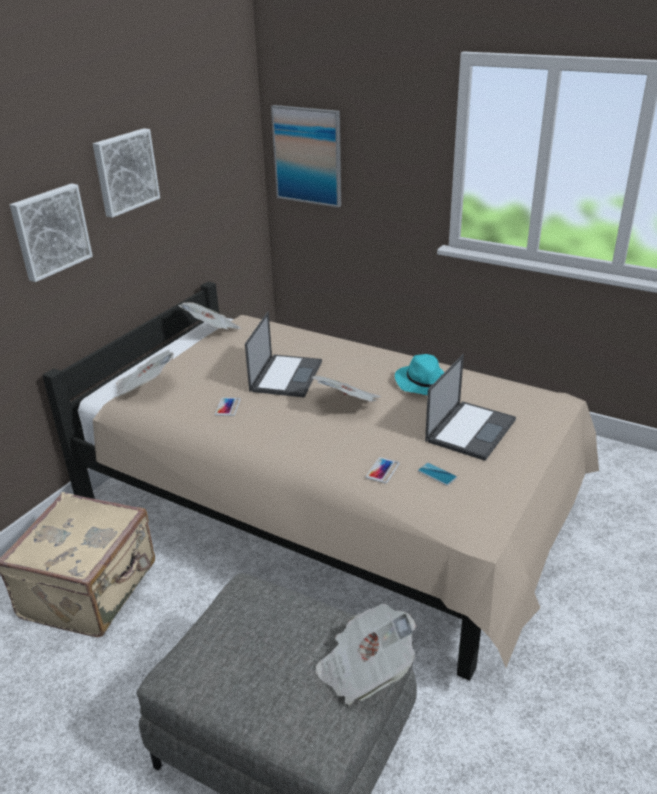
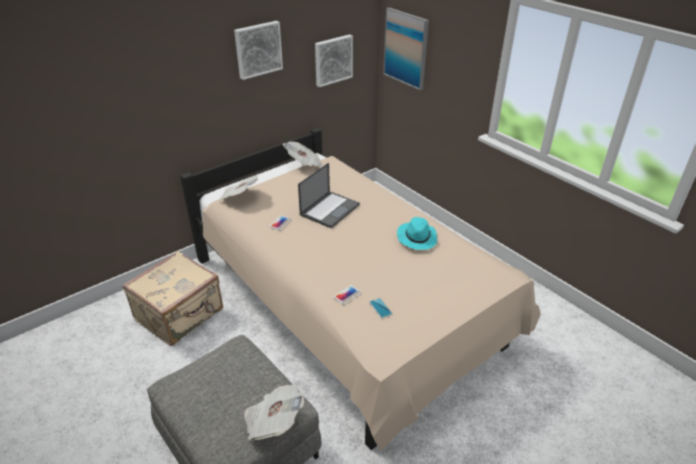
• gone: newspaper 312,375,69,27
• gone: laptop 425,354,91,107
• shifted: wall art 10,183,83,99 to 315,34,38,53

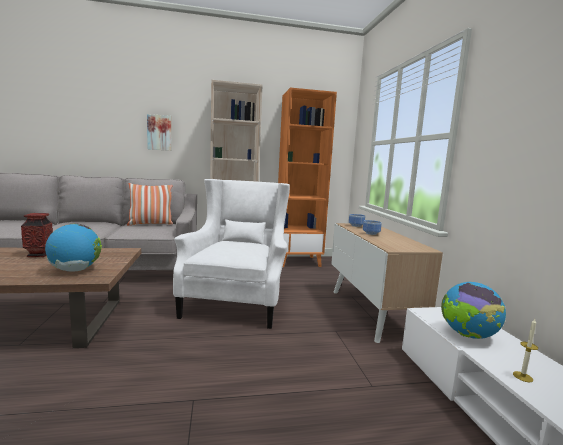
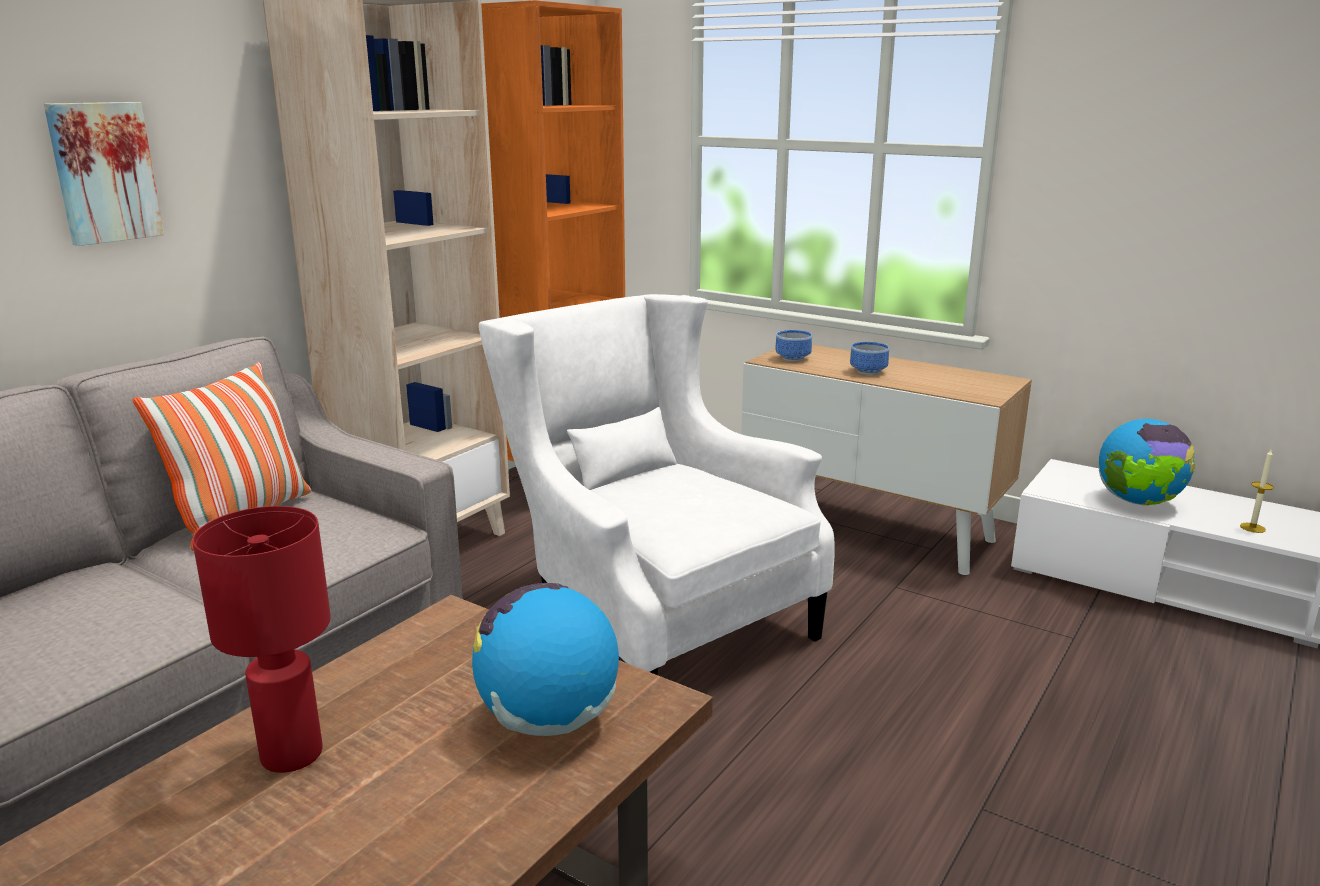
• swapped: vase 21,213,32,44 to table lamp (red-coloured) 192,506,139,267

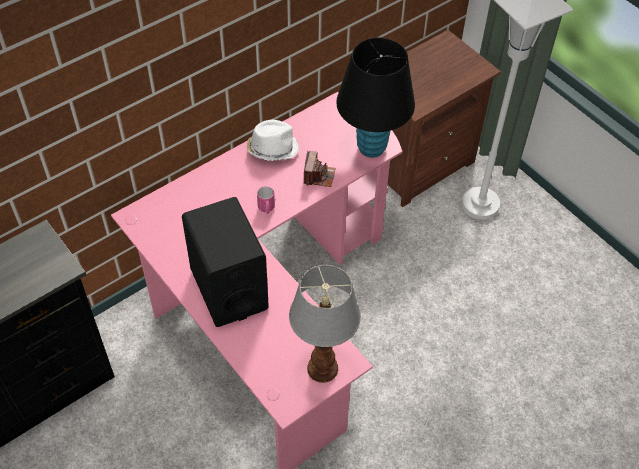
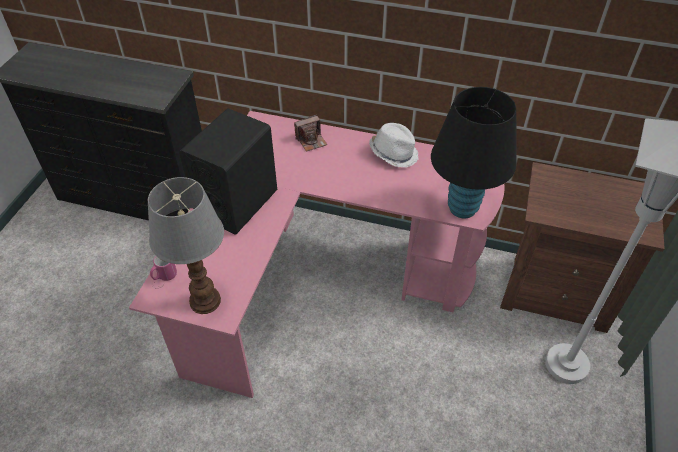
• shifted: tea mug (pink-coloured) 257,186,18,28 to 150,256,27,25
• shifted: still camera 304,151,31,36 to 294,115,33,37

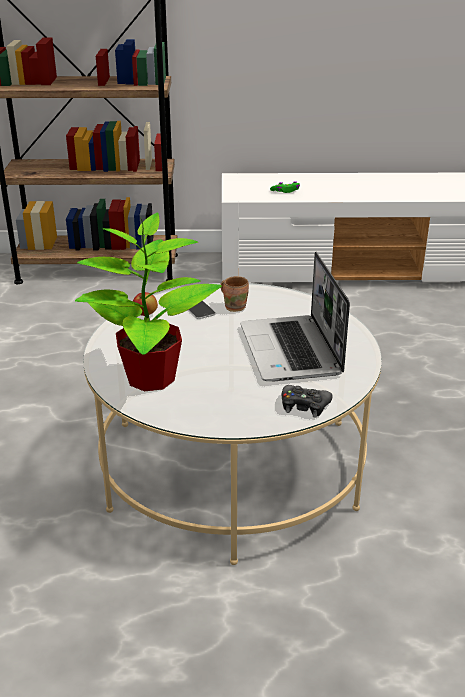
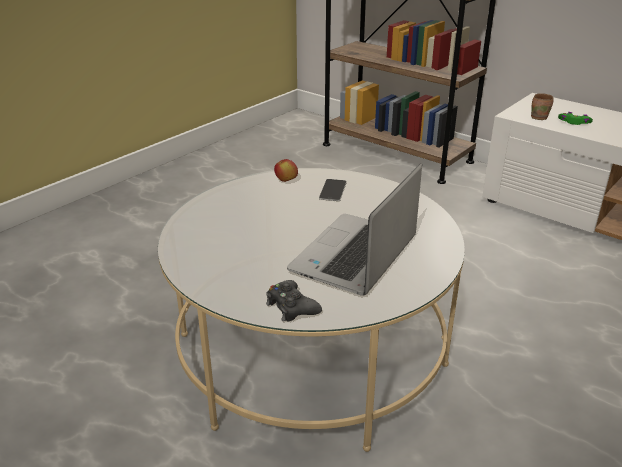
• gone: houseplant 75,213,147,178
• shifted: tea mug (brown) 220,276,29,36 to 531,93,23,27

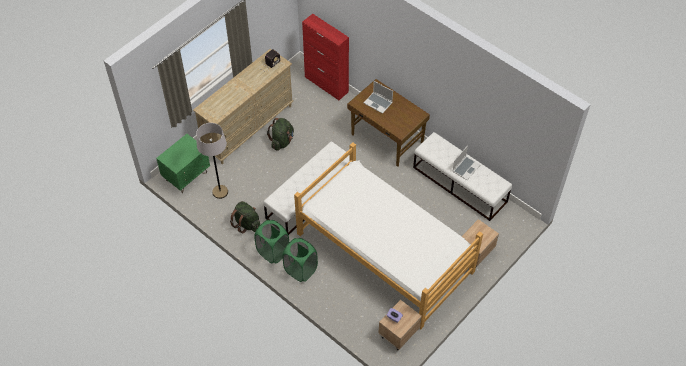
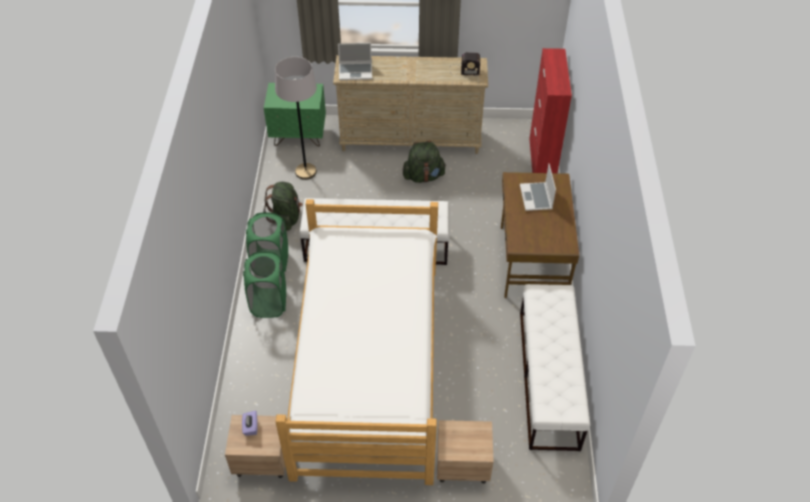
• shifted: laptop 452,146,28,34 to 338,43,34,37

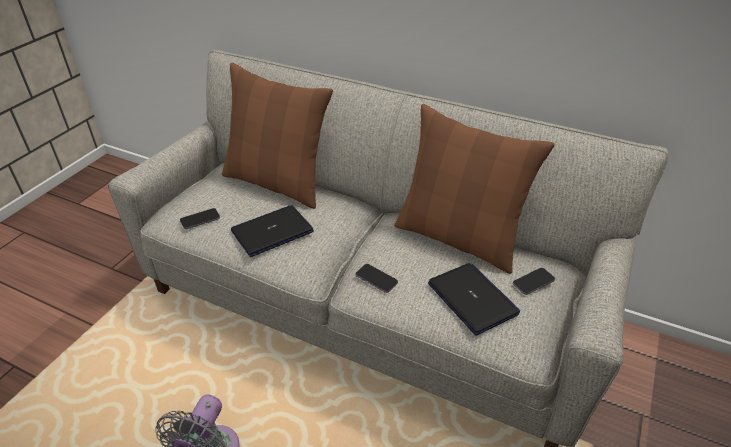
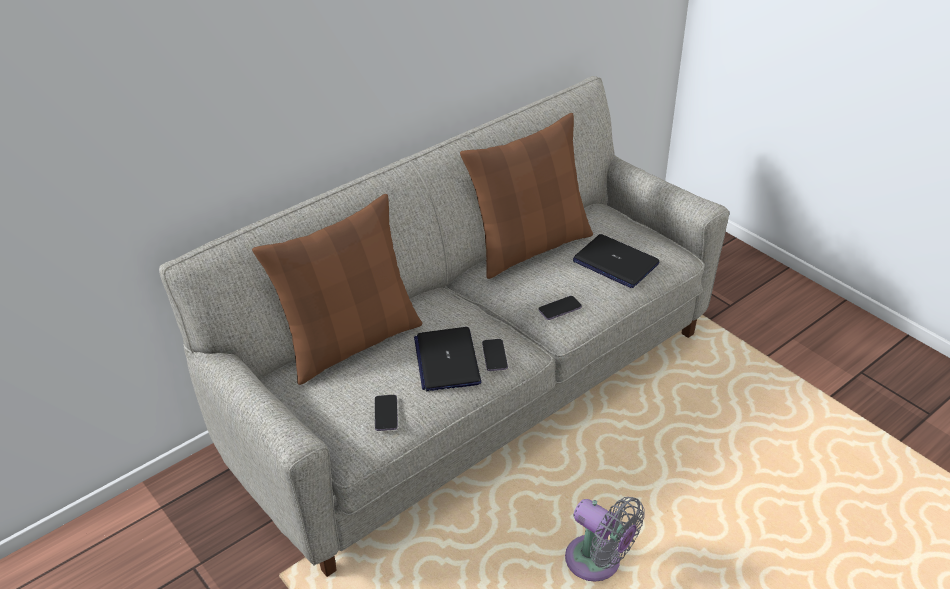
• shifted: telephone 513,268,42,27 to 482,339,26,32
• rotated: laptop 428,263,92,72 = 573,234,86,54 135 degrees counterclockwise

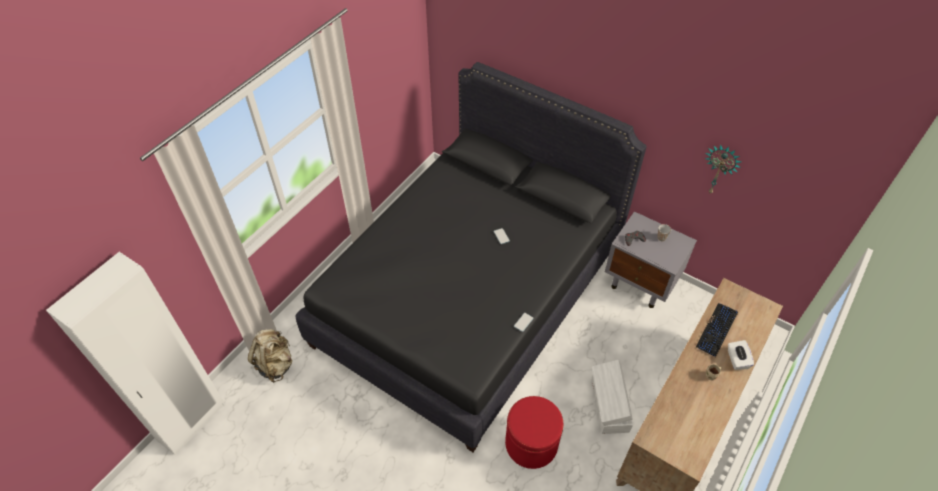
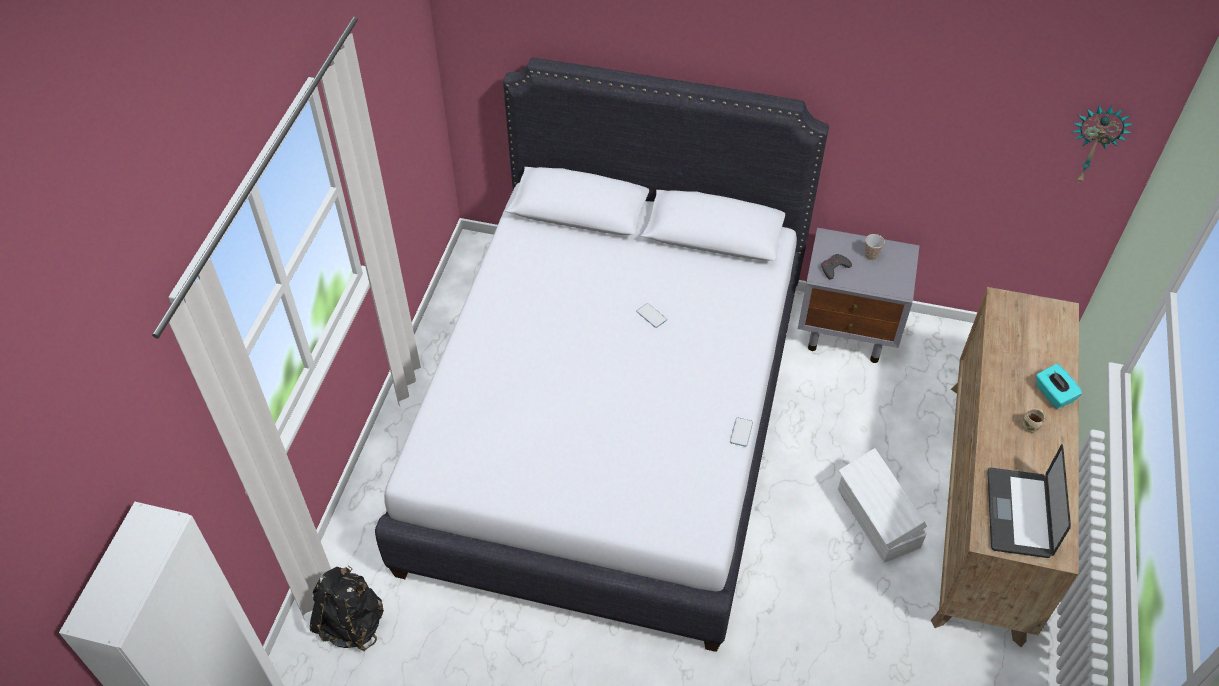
• gone: footrest (red-coloured) 505,396,58,73
• gone: PC keyboard 696,303,42,54
• new: laptop 988,444,83,114
• shifted: wall clock 704,144,37,49 to 1072,106,61,76
• repainted: rucksack (sand-coloured) 248,329,44,54 to rucksack (black-coloured) 310,565,74,86
• repainted: sleeping bed (black-coloured) 296,62,351,390 to sleeping bed (white) 375,58,454,594
• repainted: tissue box (white) 728,340,26,30 to tissue box (turquoise) 1036,364,46,45

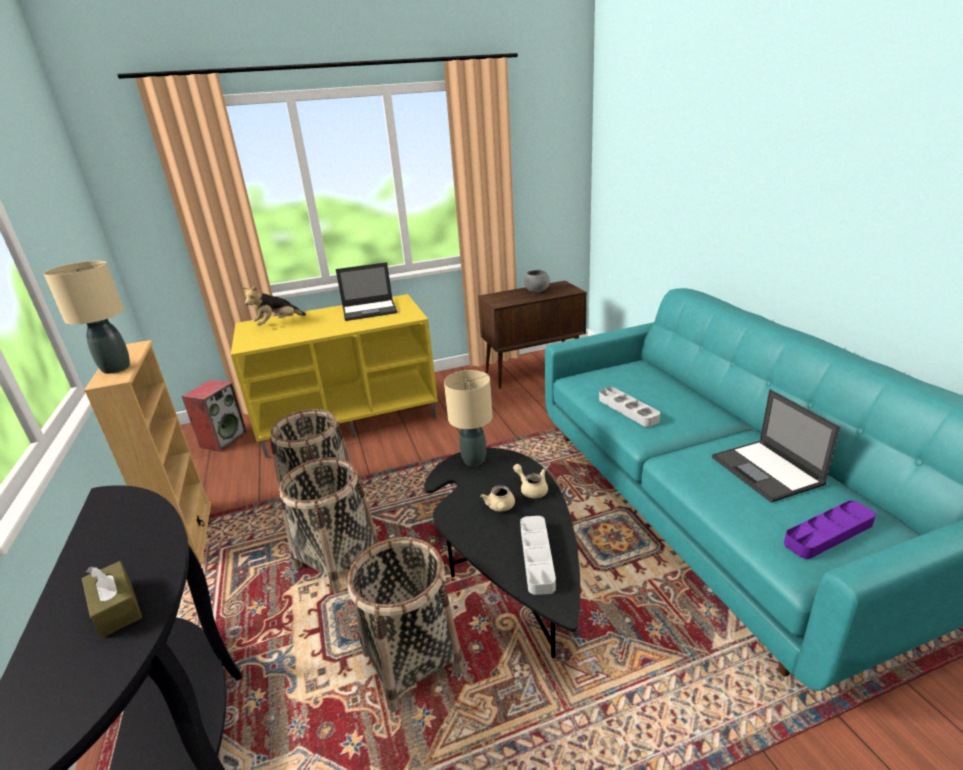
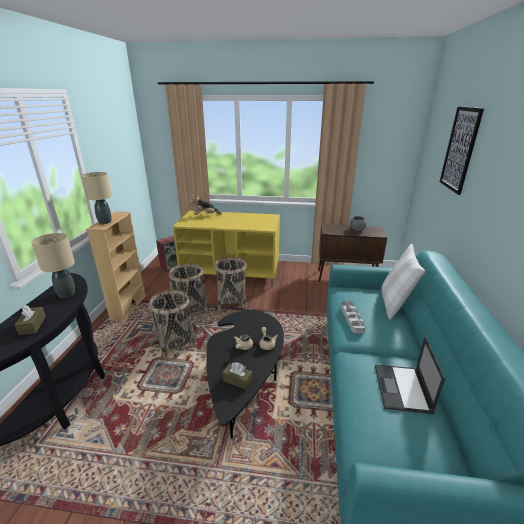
• gone: laptop 336,262,62,59
• gone: tray (purple) 784,501,92,58
• new: cushion (white) 381,244,44,75
• new: wall art 440,106,44,89
• shifted: storage basket 347,537,117,175 to 214,257,33,53
• shifted: table lamp (sand-coloured) 444,370,49,96 to 31,233,44,65
• swapped: tray (grey) 520,516,36,79 to tissue box (brown) 222,362,31,28

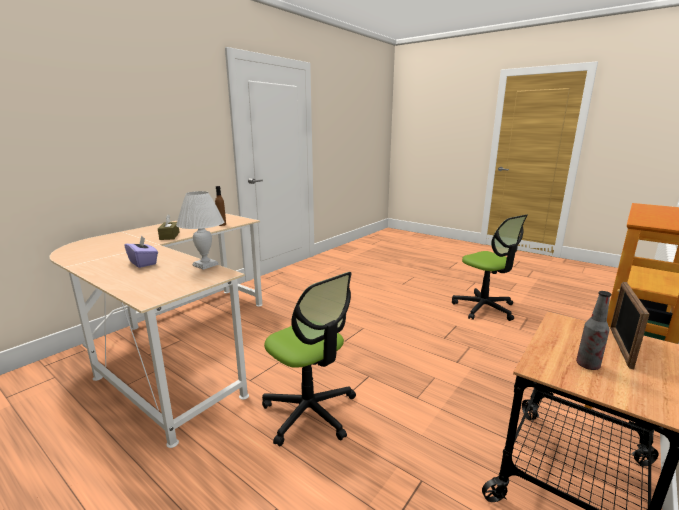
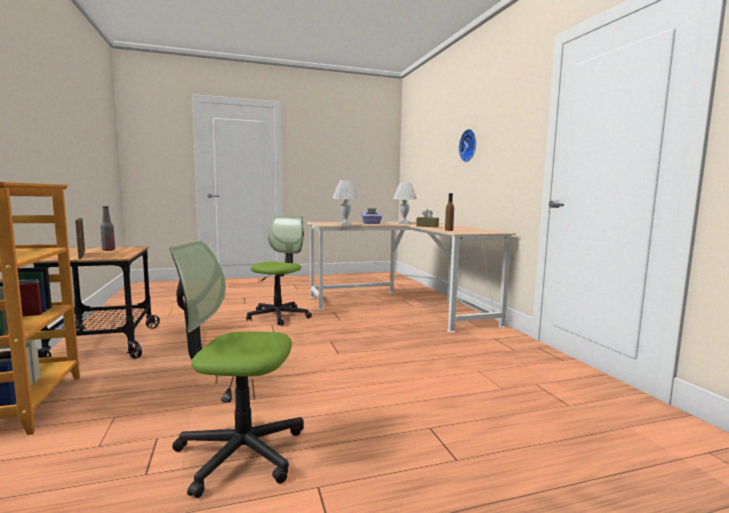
• new: table lamp (white) 393,183,24,41
• new: wall clock 459,129,17,33
• rotated: office chair 262,272,94,174 = 246,215,66,111 120 degrees clockwise

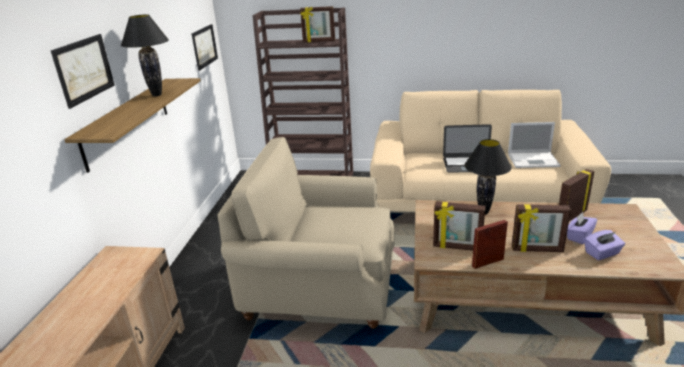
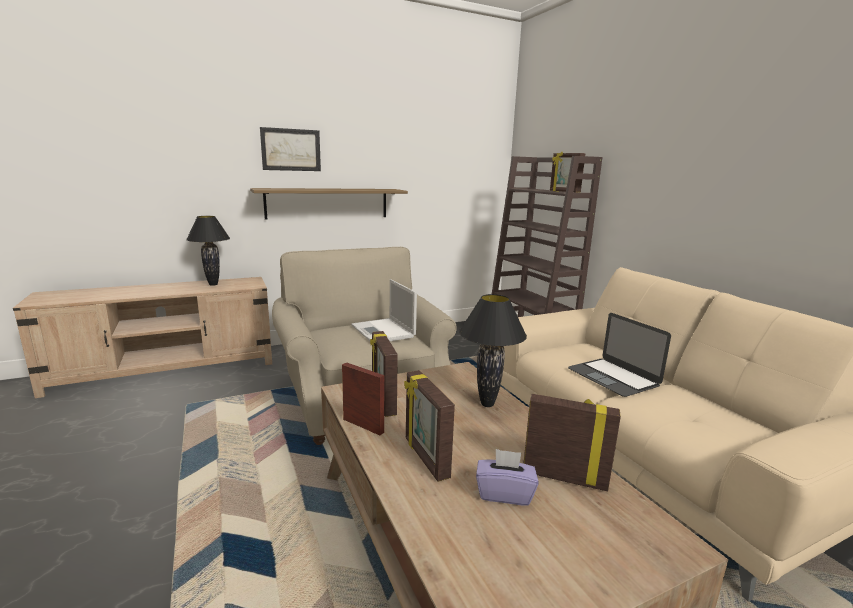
• gone: wall art 192,24,26,47
• gone: tissue box (purple) 584,230,41,30
• shifted: table lamp (black-coloured) 121,15,48,81 to 186,216,44,70
• shifted: laptop 508,122,53,46 to 351,279,66,62

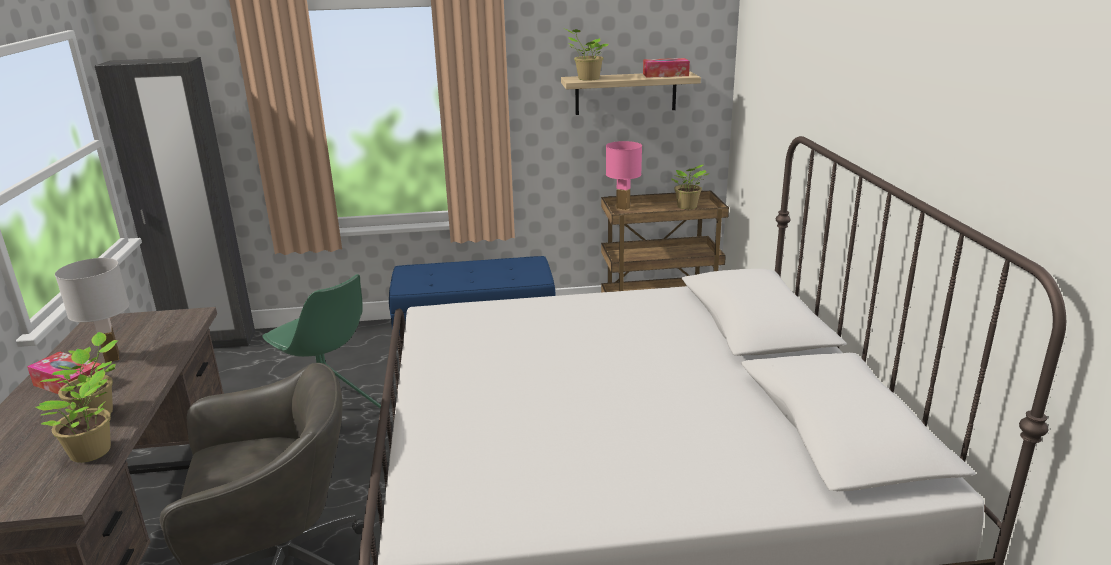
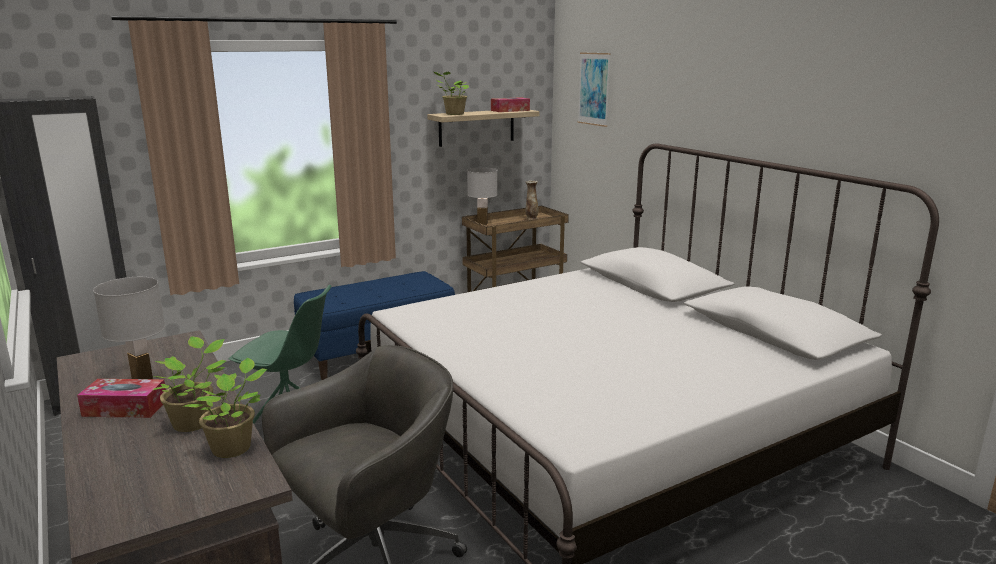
• new: wall art 578,52,33,75
• swapped: houseplant 670,165,39,44 to vase 526,180,12,40
• repainted: table lamp (pink-coloured) 606,141,36,69 to table lamp (white) 467,168,30,57

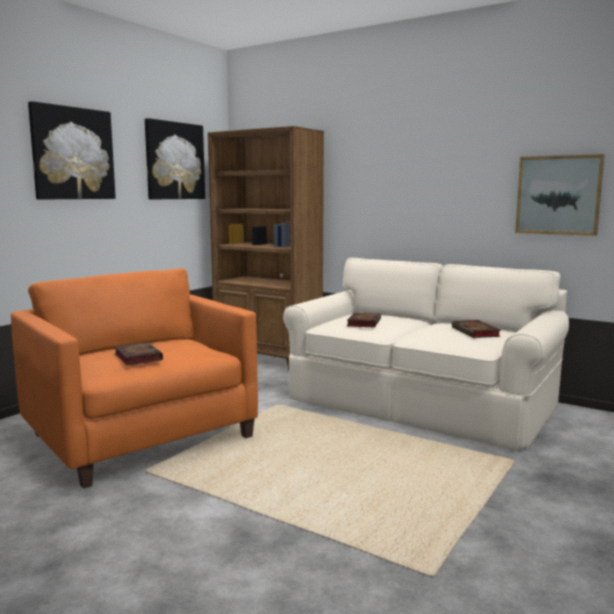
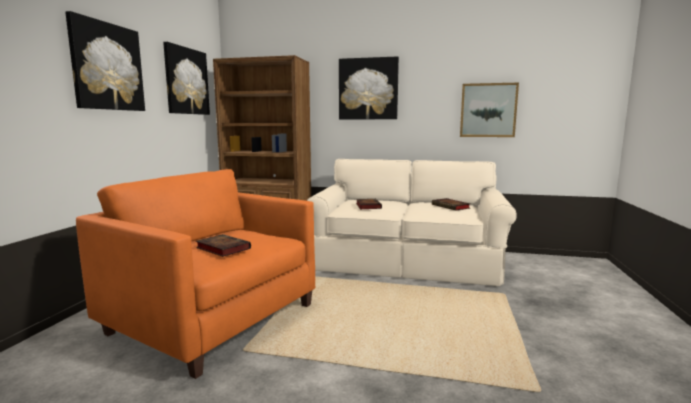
• new: wall art 339,56,60,63

